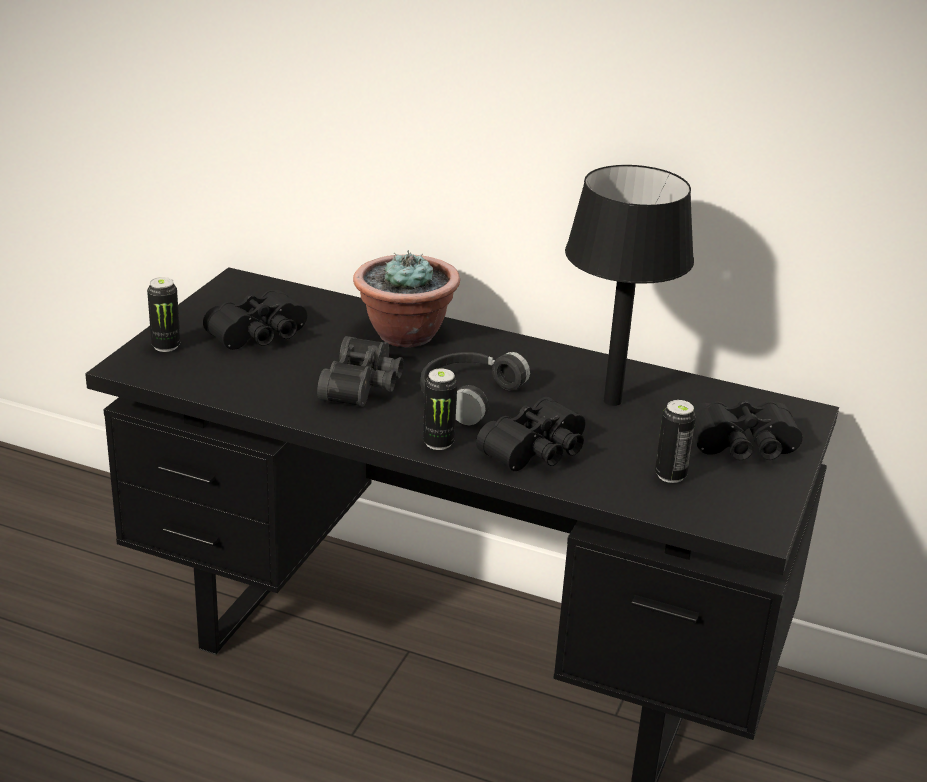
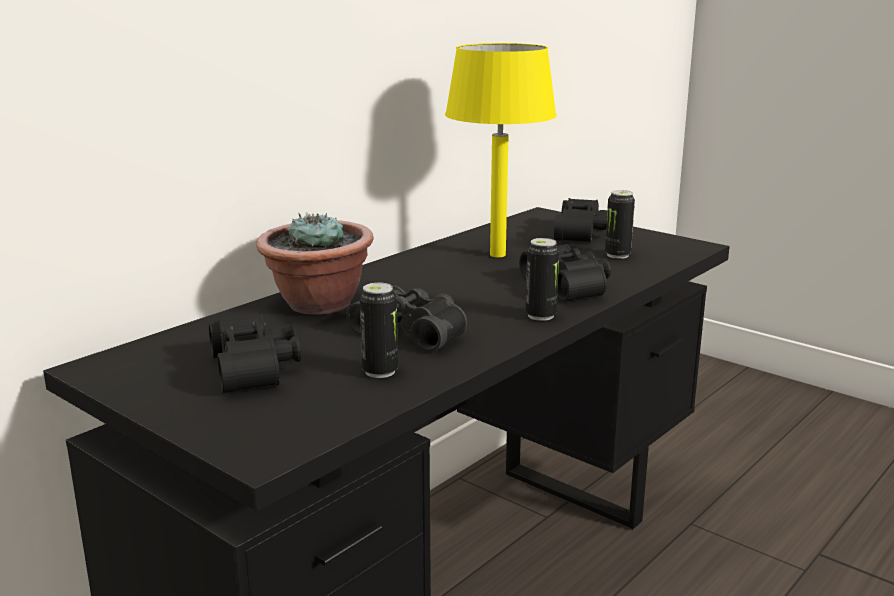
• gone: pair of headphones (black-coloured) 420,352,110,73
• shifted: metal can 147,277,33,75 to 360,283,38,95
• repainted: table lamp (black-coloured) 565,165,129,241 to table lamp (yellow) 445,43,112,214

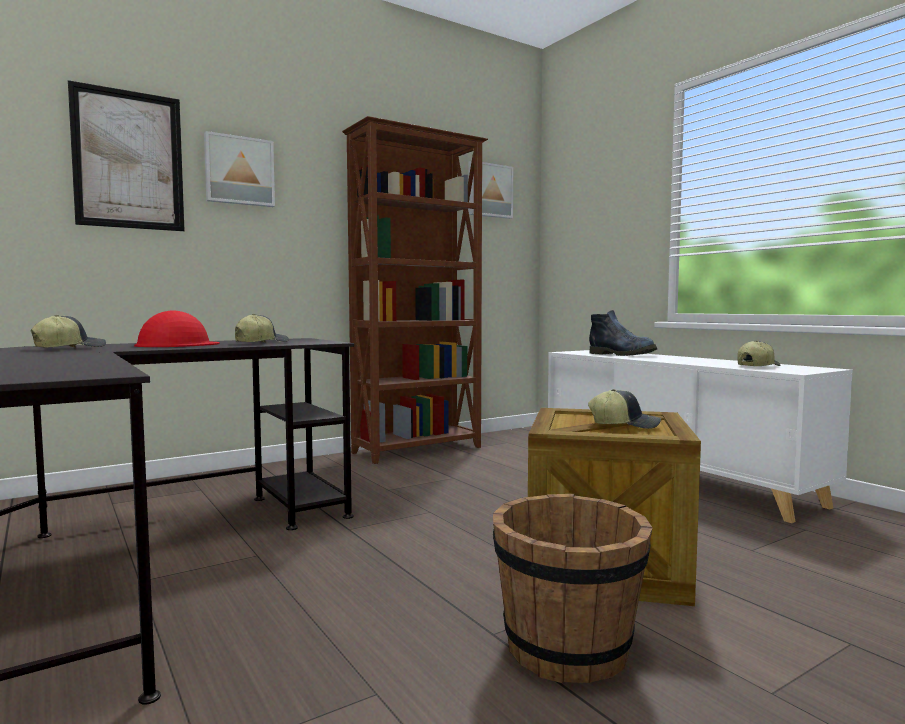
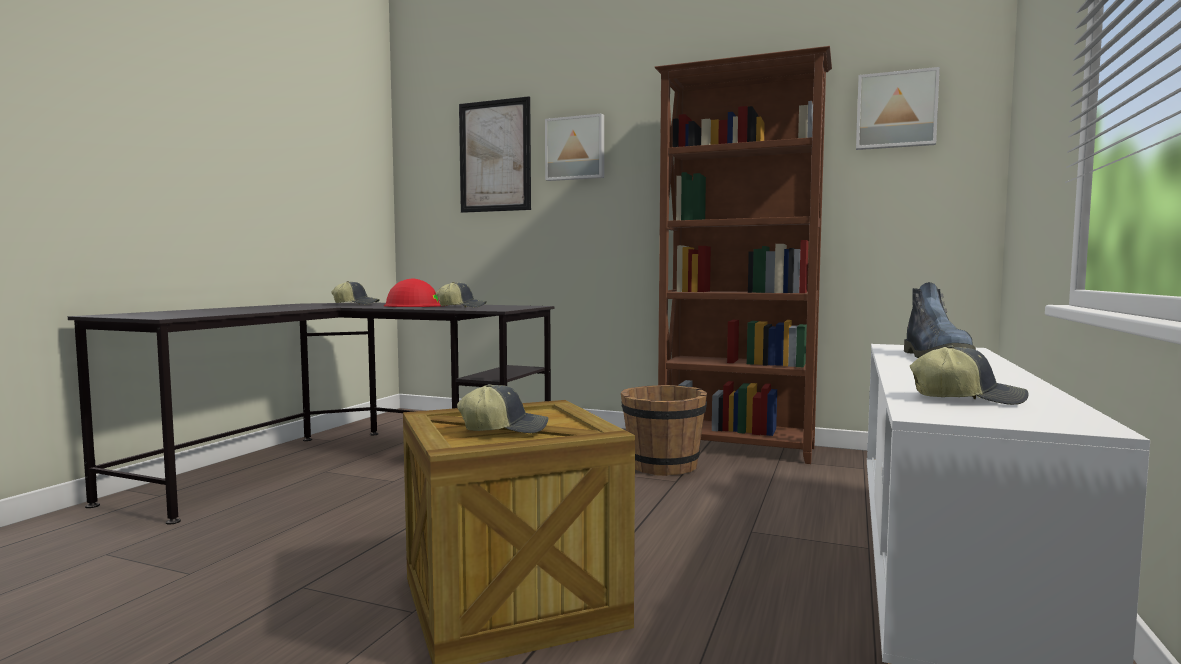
• shifted: water bucket (brown) 493,494,160,189 to 621,385,86,91
• rotated: baseball cap 588,389,73,40 = 457,384,92,49 75 degrees counterclockwise

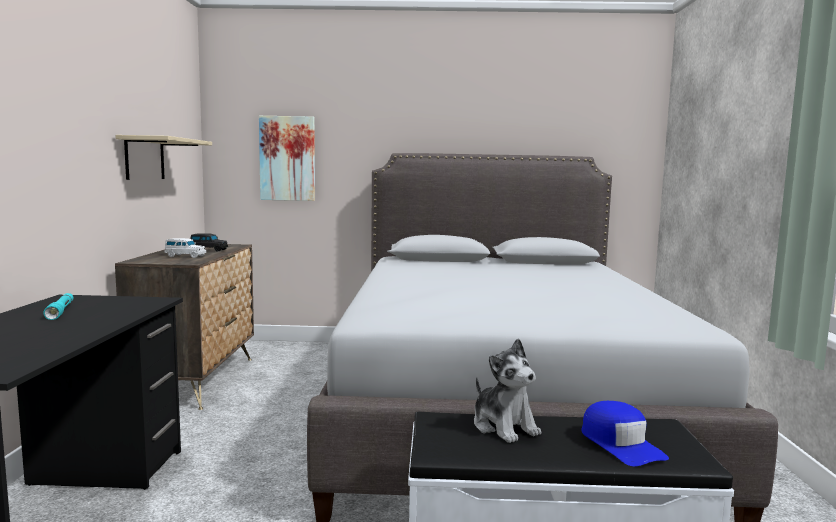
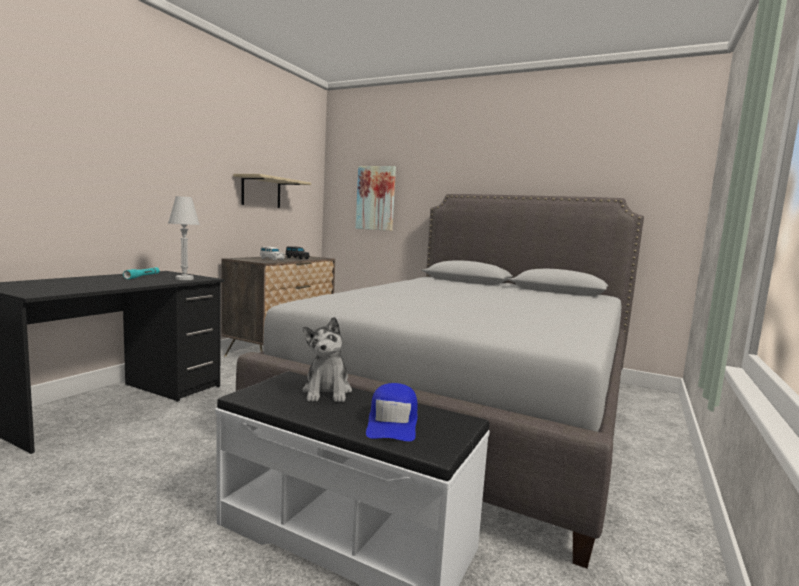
• new: table lamp (white) 168,196,32,84

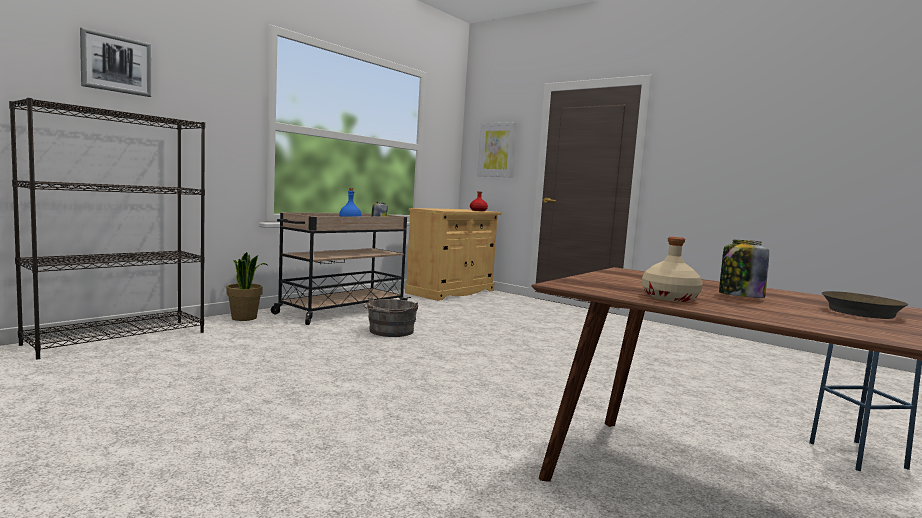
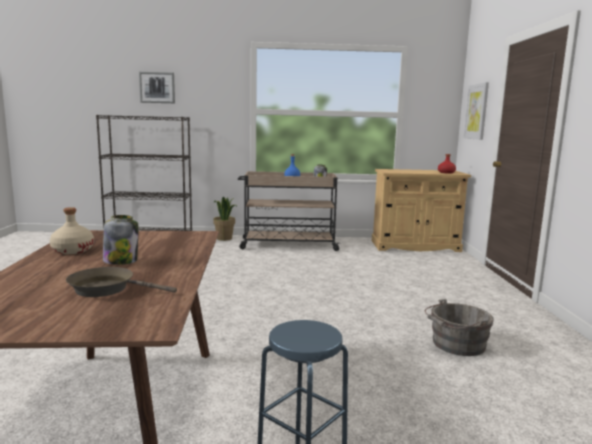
• shifted: water bucket (grey) 364,297,54,40 to 425,299,69,57

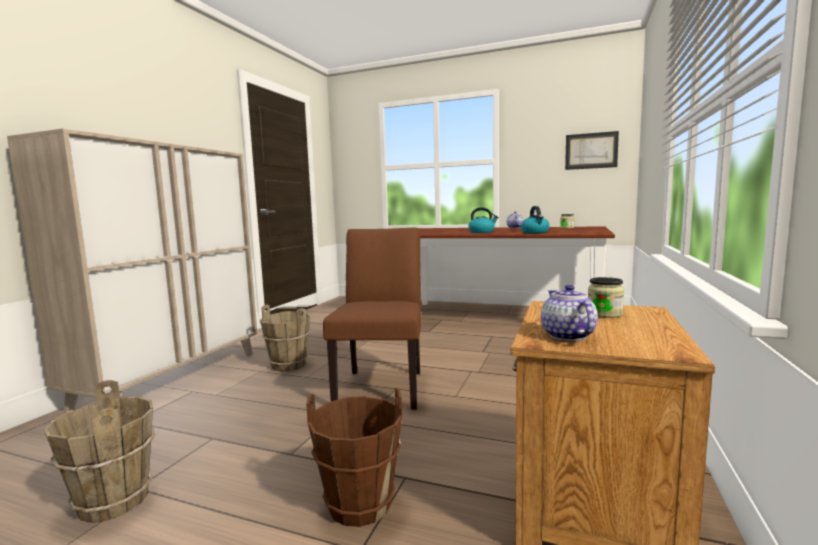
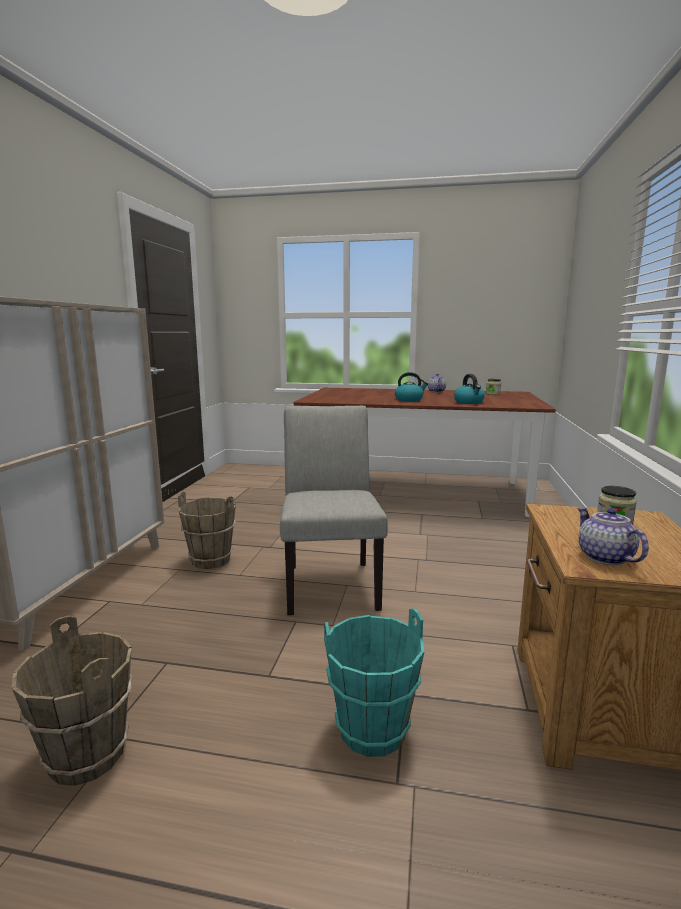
• gone: wall art 565,131,54,39
• repainted: water bucket (brown) 306,388,96,139 to water bucket (turquoise) 324,609,100,148
• repainted: upright chair (brown) 323,228,98,182 to upright chair (grey) 280,406,108,209

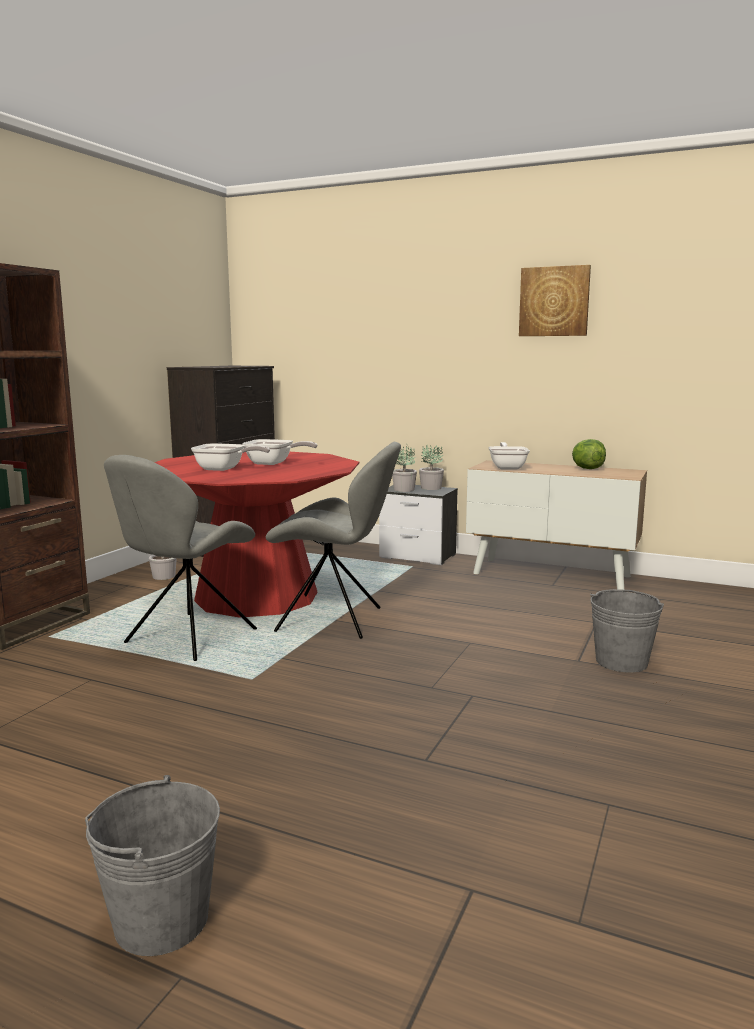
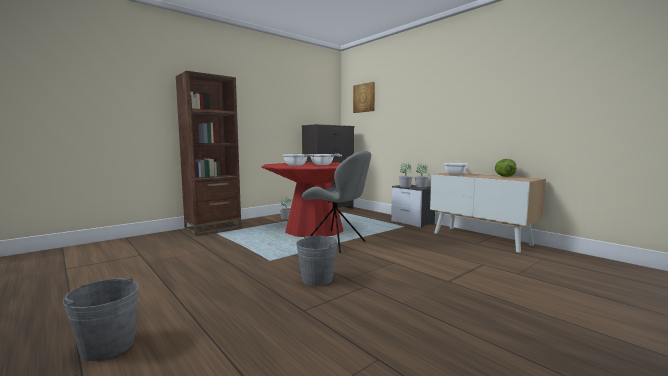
• gone: upright chair (grey) 104,455,153,206
• shifted: wall art 519,265,72,71 to 353,82,22,31
• shifted: water bucket (grey) 590,589,74,84 to 296,236,42,50

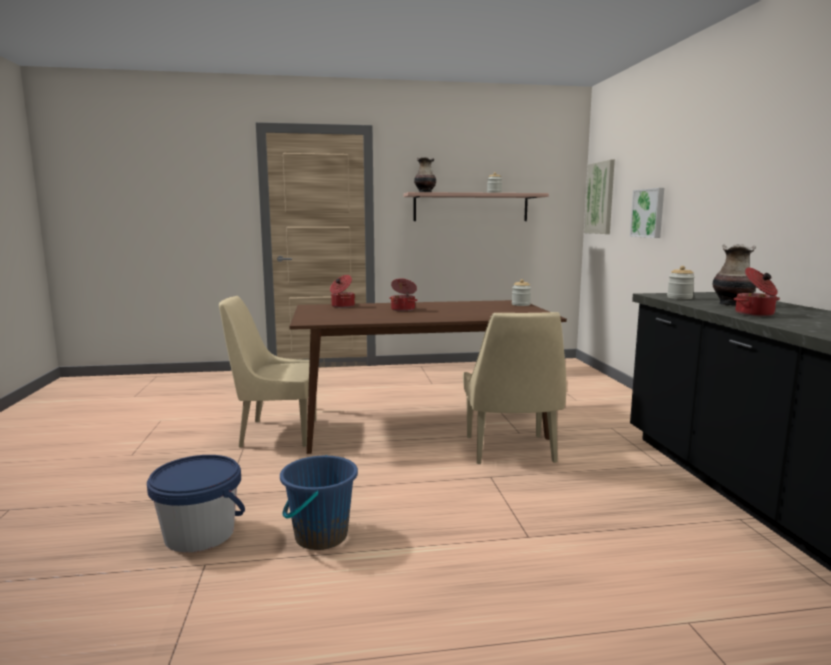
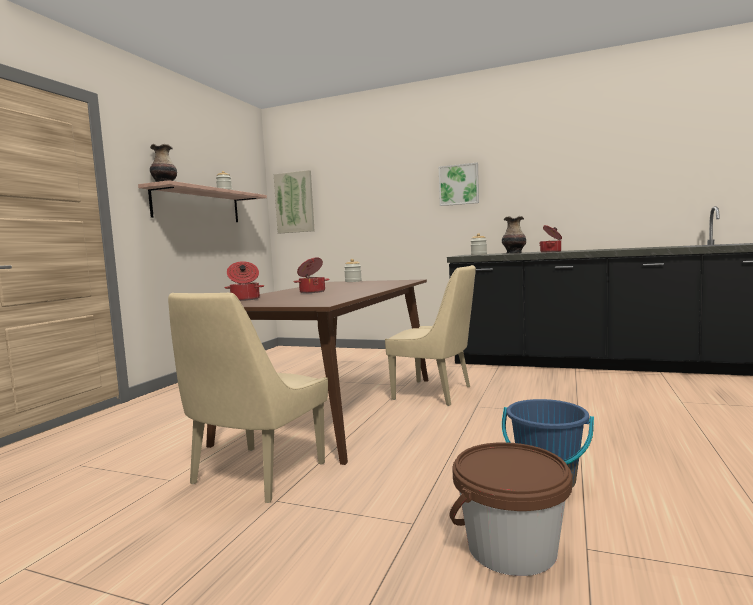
• shifted: wall art 630,188,34,50 to 439,163,40,43
• repainted: water bucket (blue-coloured) 147,455,98,98 to water bucket (brown) 450,442,122,134

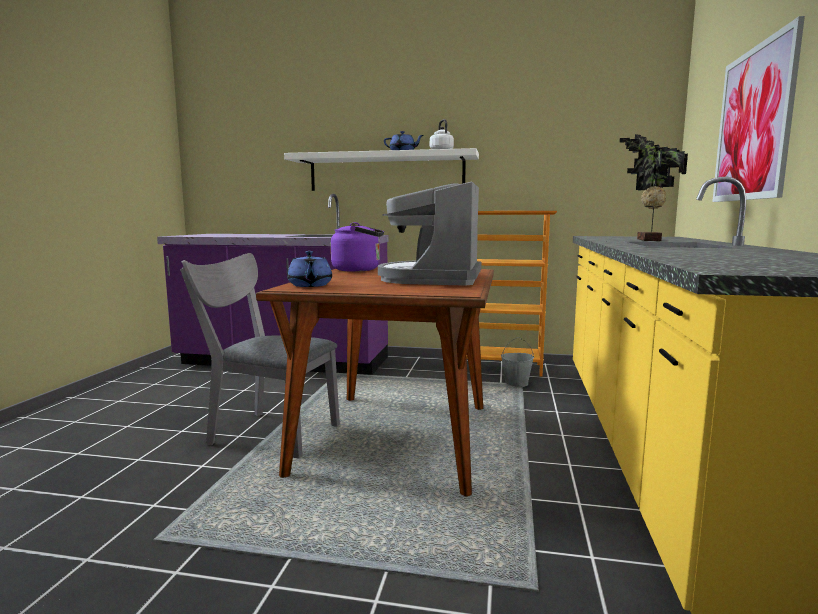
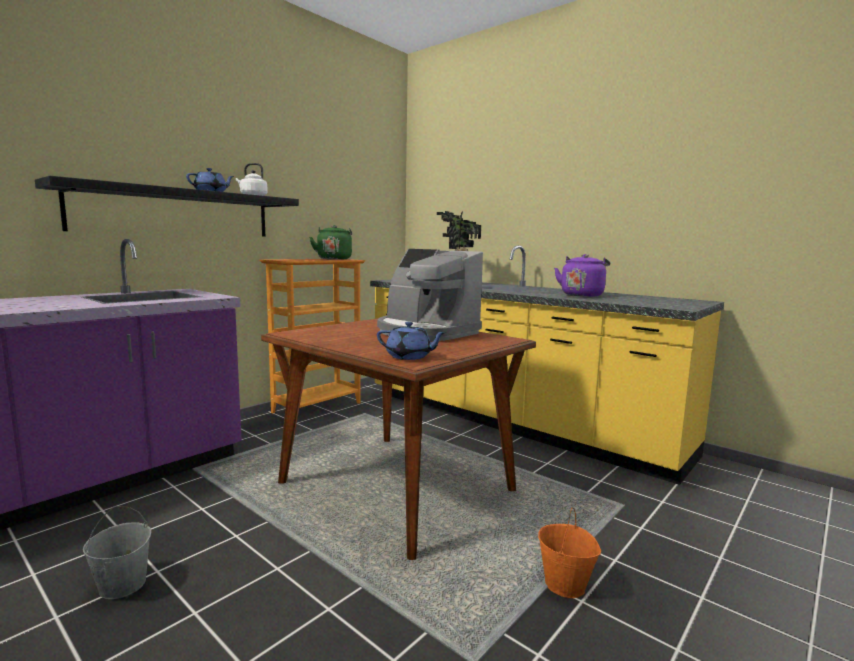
• gone: upright chair (grey) 180,253,160,206
• gone: wall art 712,16,93,186
• new: tea kettle (green-coloured) 310,225,42,35
• new: water bucket (orange) 538,507,63,91
• shifted: tea kettle (purple) 331,222,53,50 to 554,254,56,43
• shifted: water bucket (grey) 501,337,33,50 to 83,506,68,93
• repainted: bracket shelf (white) 284,148,195,43 to bracket shelf (black-coloured) 35,176,264,61

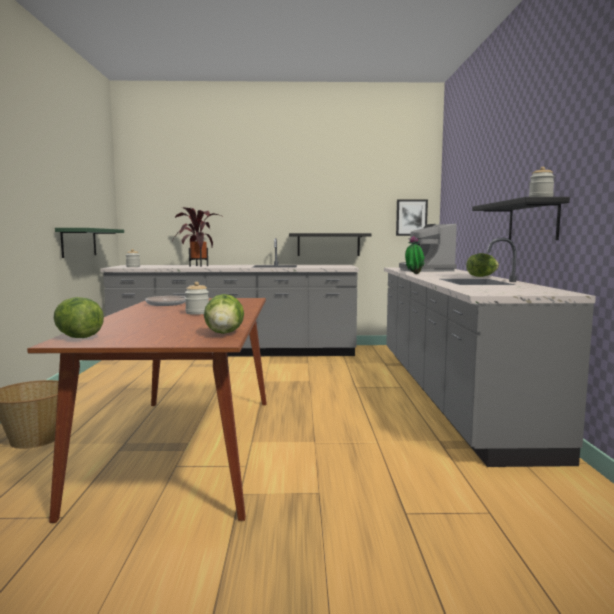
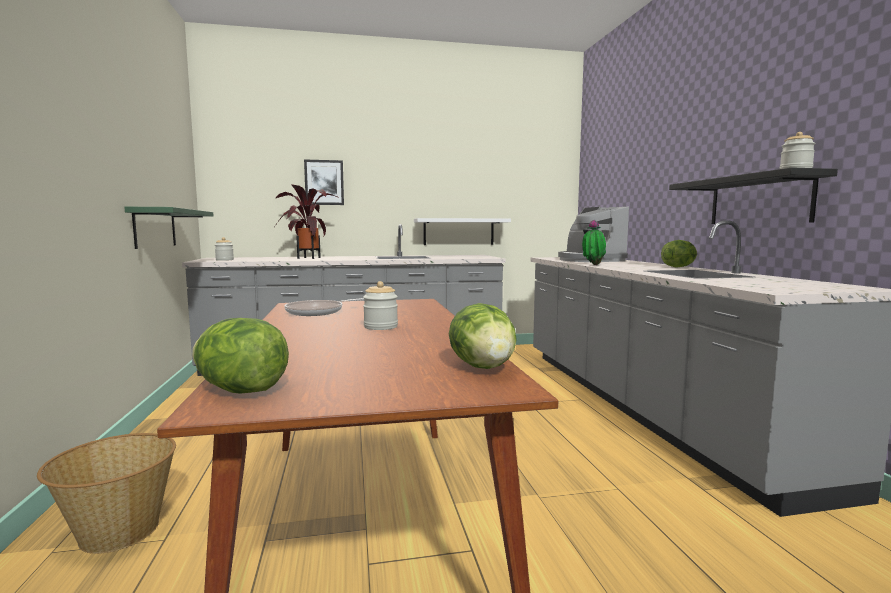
• shifted: wall art 396,199,32,37 to 304,159,40,46
• repainted: bracket shelf (black-coloured) 289,233,82,23 to bracket shelf (white) 414,218,97,27

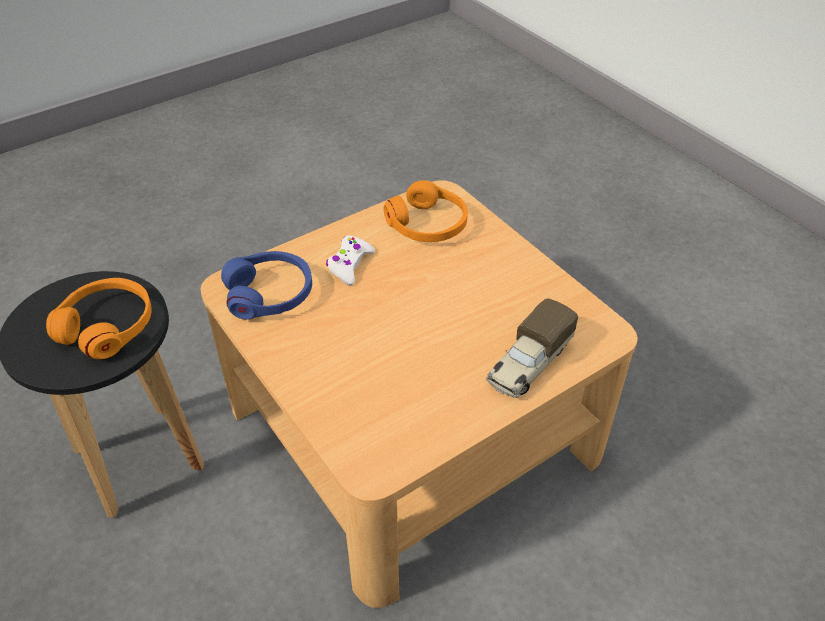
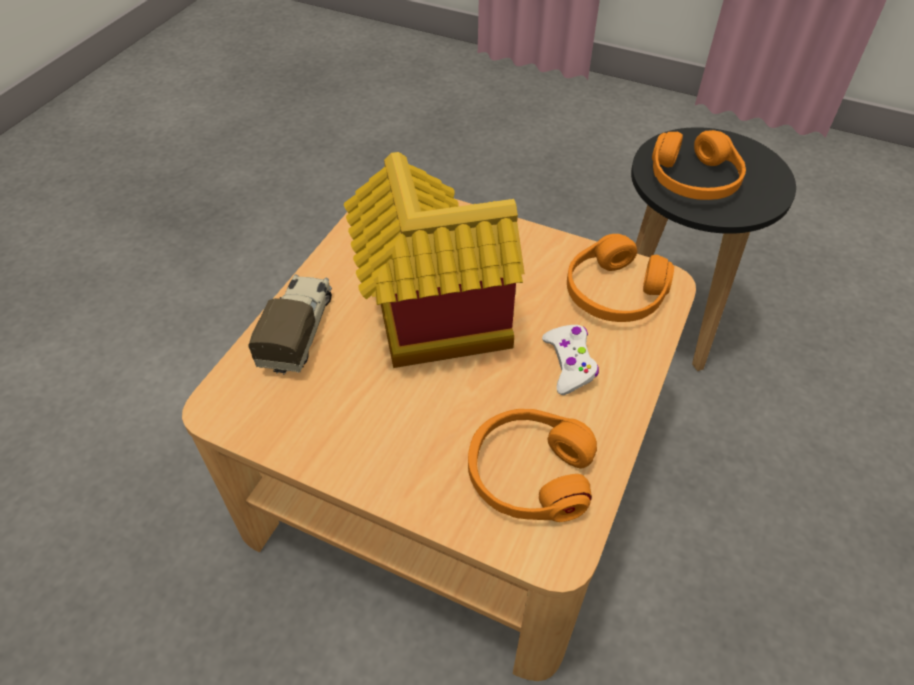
• new: toy house 344,152,181,216
• repainted: pair of headphones (blue-coloured) 221,251,91,69 to pair of headphones (orange) 567,234,107,88

